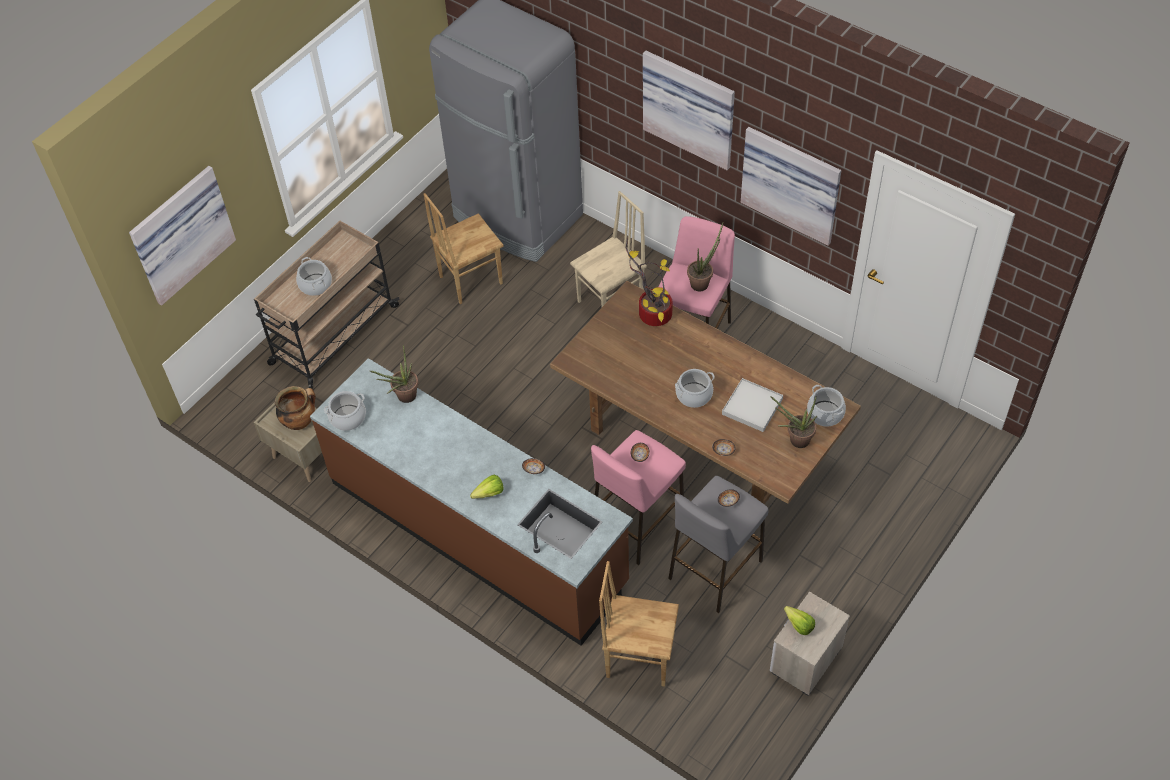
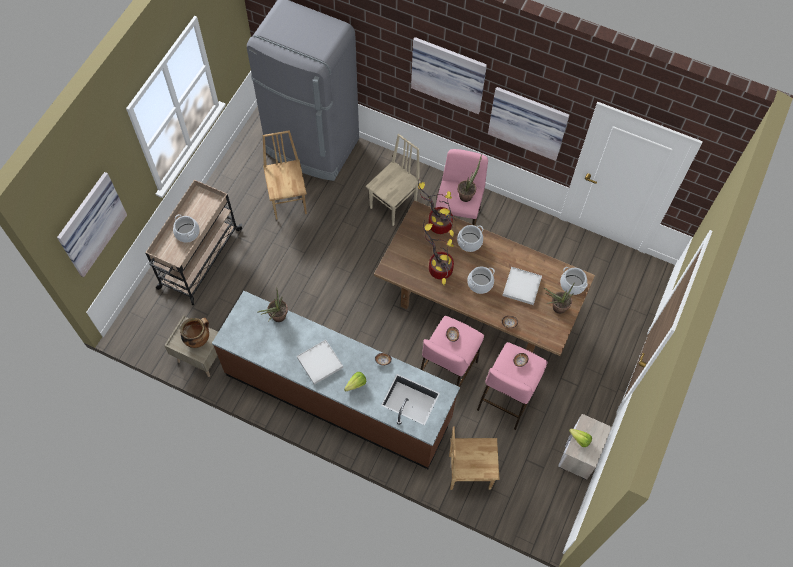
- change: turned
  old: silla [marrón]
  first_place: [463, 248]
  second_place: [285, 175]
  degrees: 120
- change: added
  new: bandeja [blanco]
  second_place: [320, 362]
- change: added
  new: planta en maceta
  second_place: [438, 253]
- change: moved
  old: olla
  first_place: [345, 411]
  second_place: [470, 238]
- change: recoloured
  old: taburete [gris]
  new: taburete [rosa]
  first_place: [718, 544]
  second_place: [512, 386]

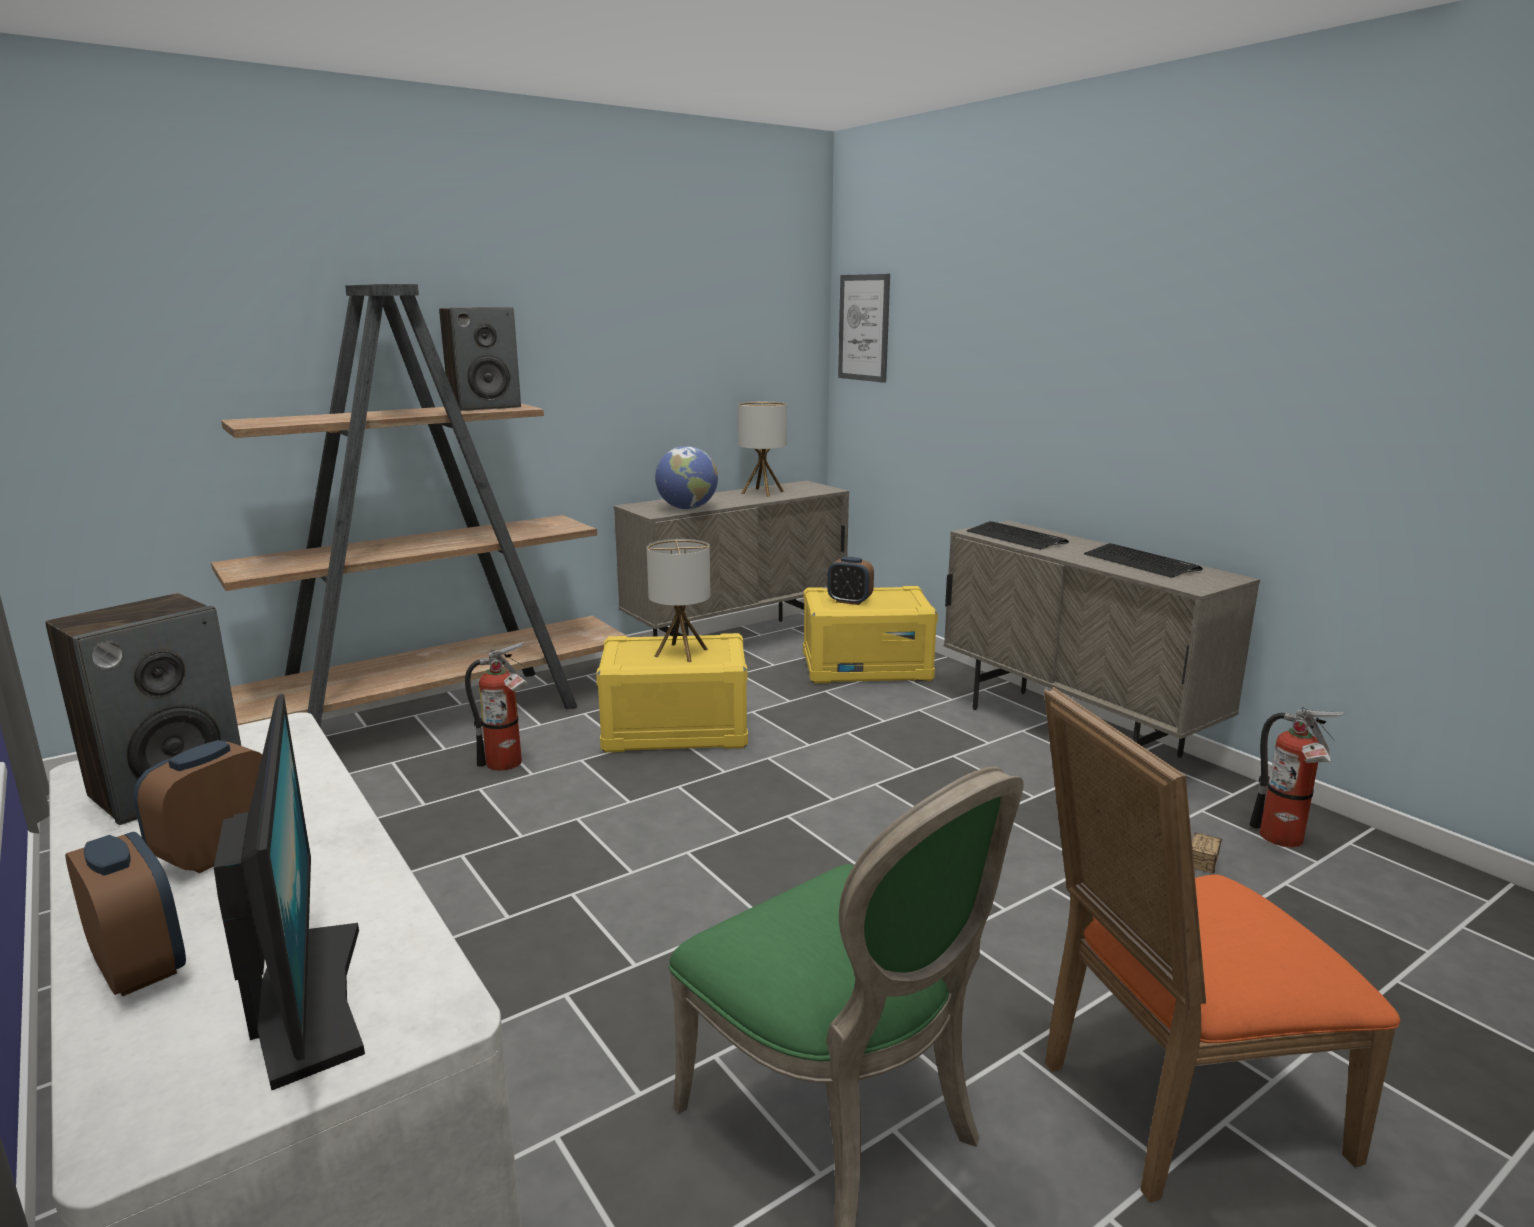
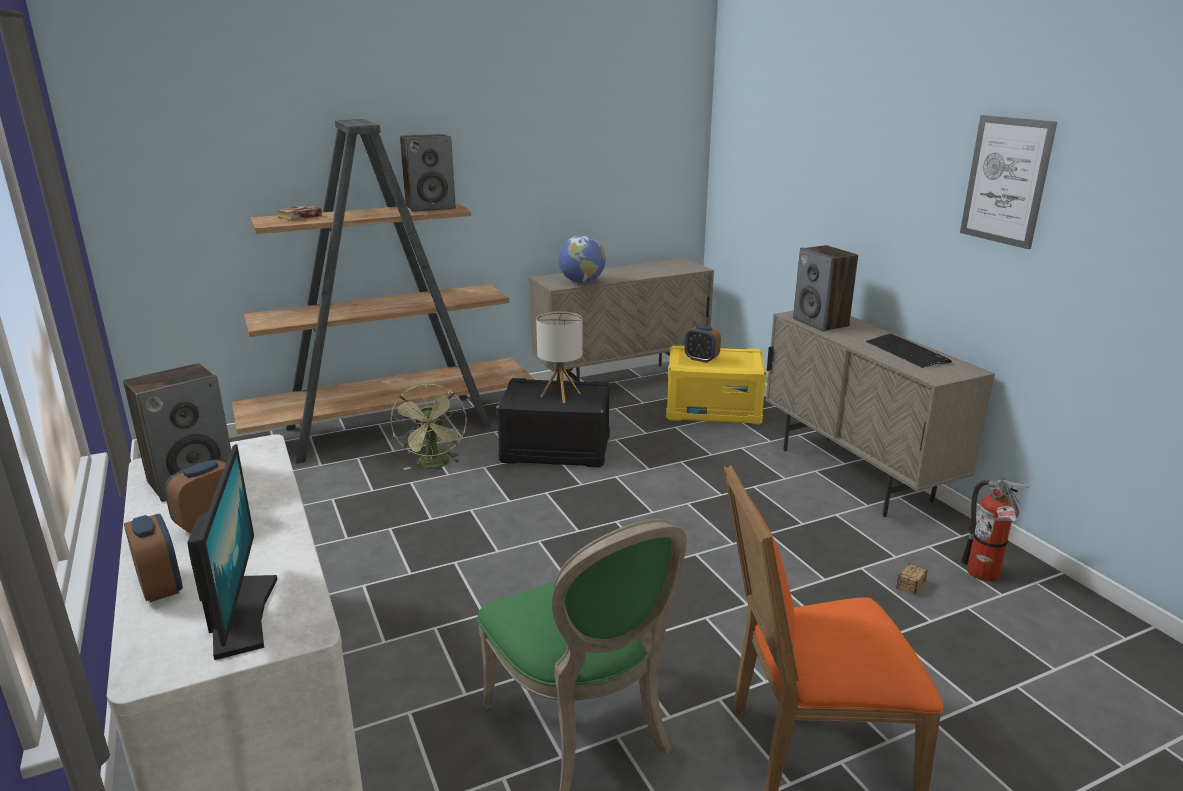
- change: added
  new: libro
  second_place: [299, 213]
- change: replaced
  old: extintor
  new: ventilador [verde]
  first_place: [497, 706]
  second_place: [429, 426]
- change: recoloured
  old: caja de almacenaje [amarillo]
  new: caja de almacenaje [negro]
  first_place: [672, 692]
  second_place: [553, 423]
- change: replaced
  old: teclado
  new: altavoz
  first_place: [1017, 535]
  second_place: [825, 288]
- change: moved
  old: cuadro
  first_place: [864, 328]
  second_place: [1008, 182]
- change: removed
  old: lámpara de mesa
  first_place: [762, 449]

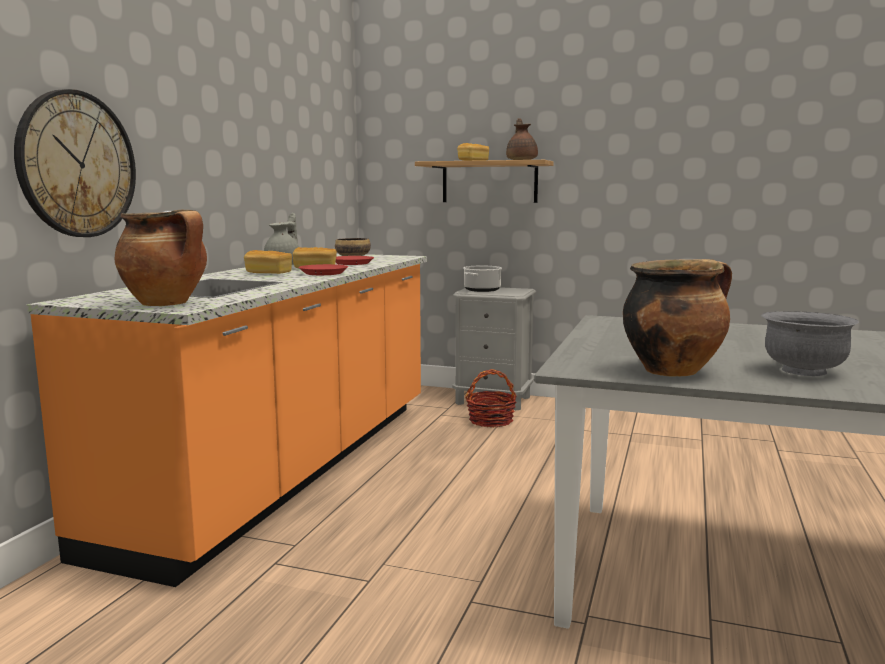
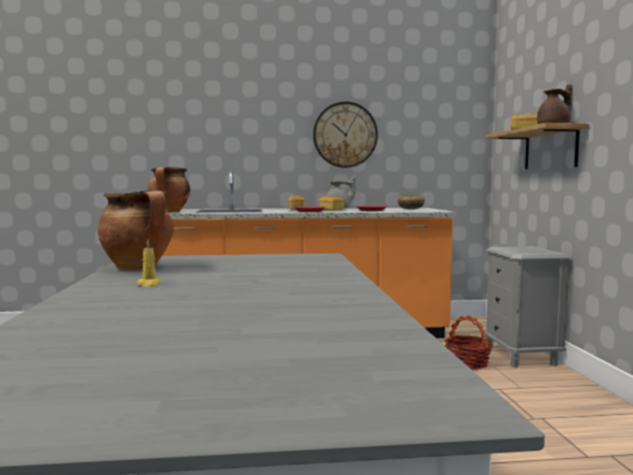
- change: replaced
  old: cuenco [gris]
  new: vela [amarillo]
  first_place: [810, 343]
  second_place: [149, 263]
- change: moved
  old: reloj de pared
  first_place: [75, 163]
  second_place: [345, 134]
- change: removed
  old: olla
  first_place: [482, 279]

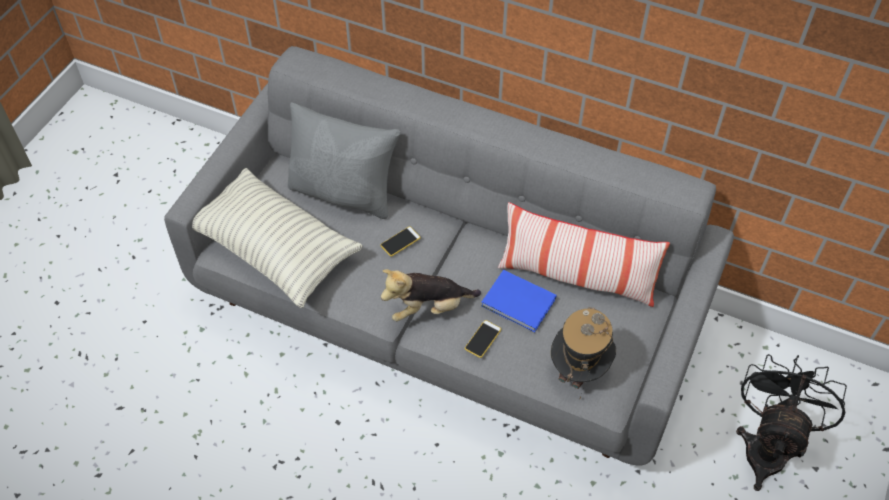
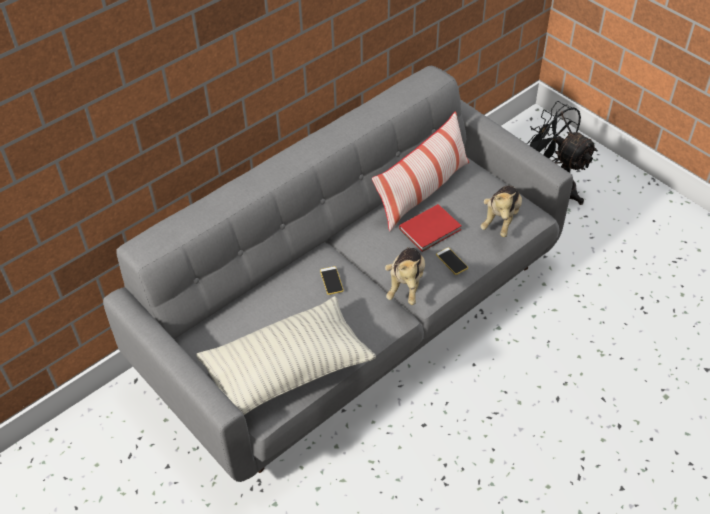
- change: recoloured
  old: libro [azul]
  new: libro [rojo]
  first_place: [519, 301]
  second_place: [430, 228]
- change: replaced
  old: sombrero
  new: peluche
  first_place: [583, 353]
  second_place: [501, 211]
- change: removed
  old: cojín [gris]
  first_place: [343, 160]

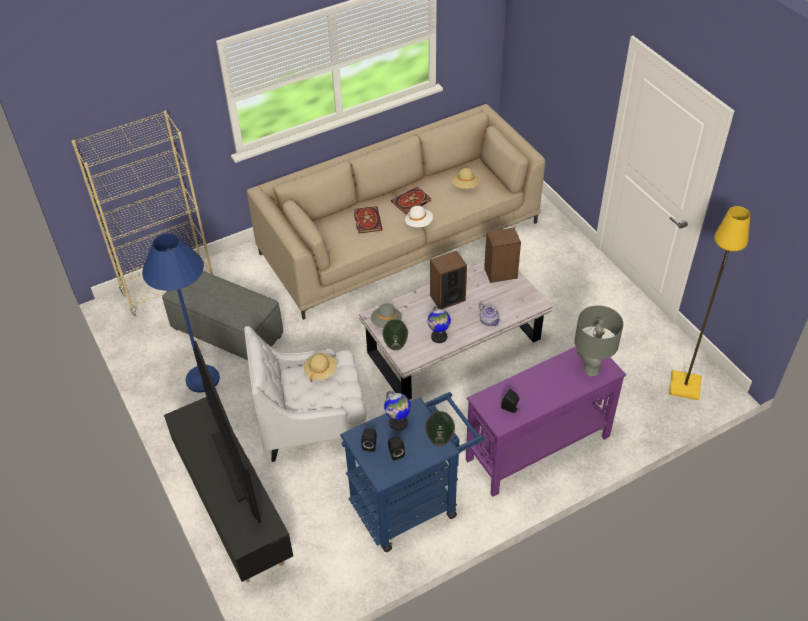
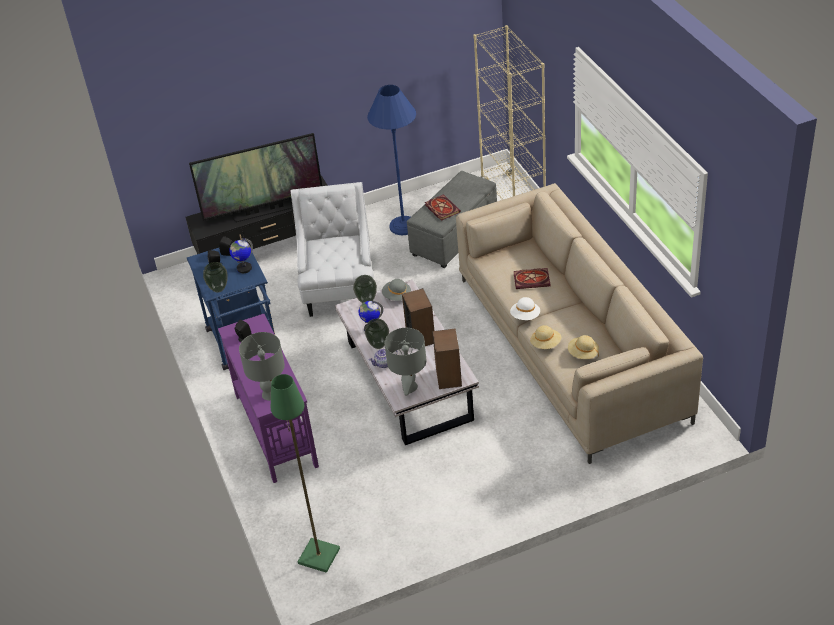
- change: recoloured
  old: lámpara de pie [amarillo]
  new: lámpara de pie [verde]
  first_place: [709, 303]
  second_place: [305, 473]
- change: added
  new: florero
  second_place: [377, 334]
- change: added
  new: lámpara de mesa [gris]
  second_place: [405, 362]
- change: moved
  old: libro
  first_place: [411, 200]
  second_place: [443, 207]
- change: moved
  old: sombrero [beis]
  first_place: [320, 368]
  second_place: [545, 337]

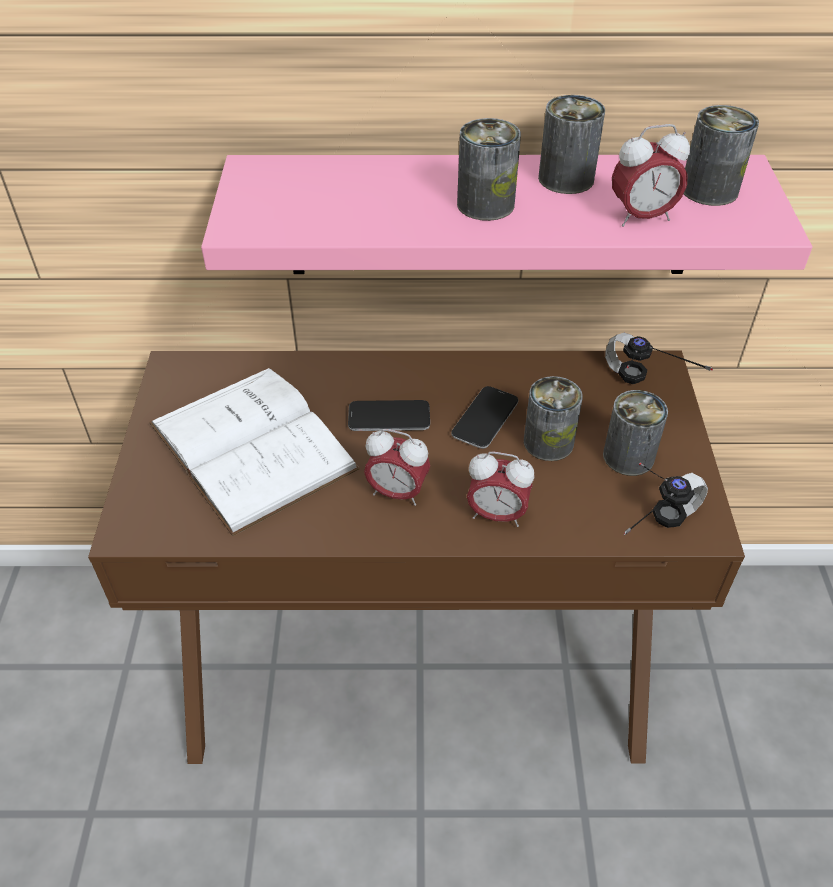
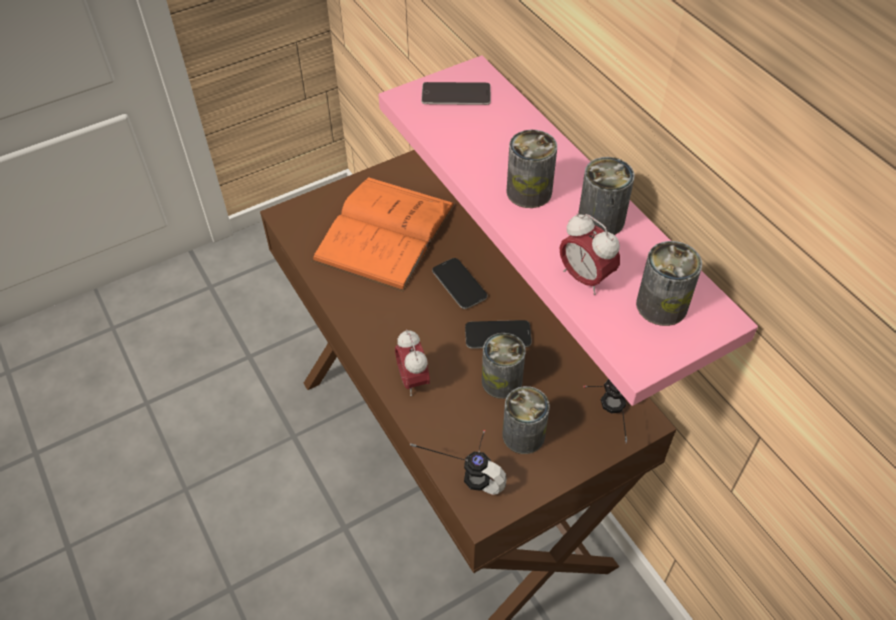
- change: recoloured
  old: libro [blanco]
  new: libro [naranja]
  first_place: [254, 452]
  second_place: [383, 234]
- change: added
  new: móvil
  second_place: [456, 93]
- change: removed
  old: despertador
  first_place: [397, 467]

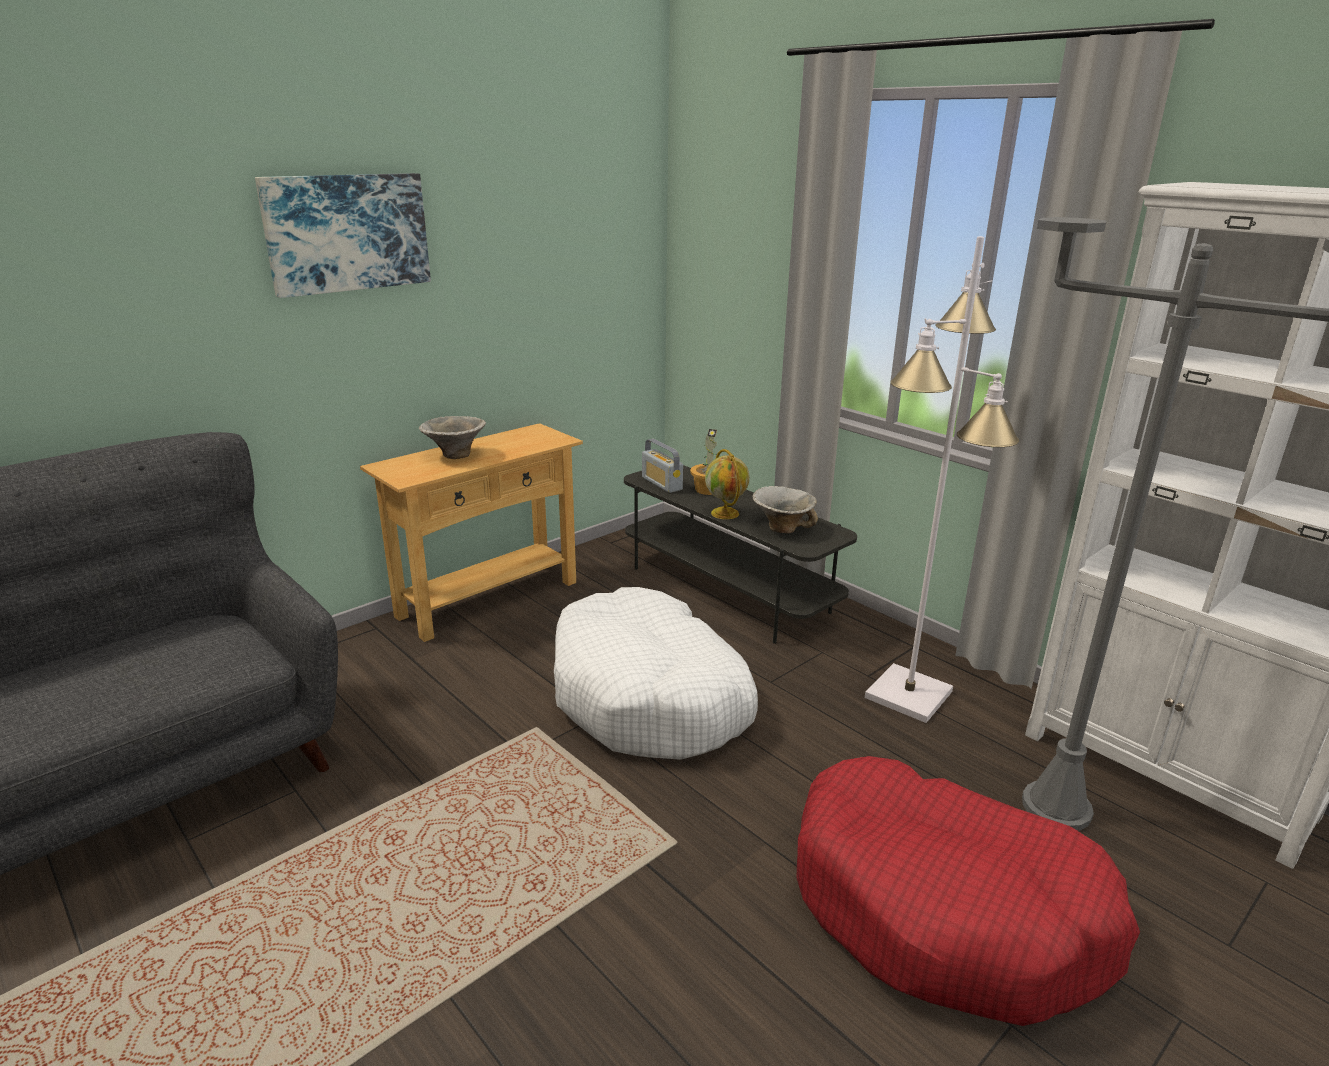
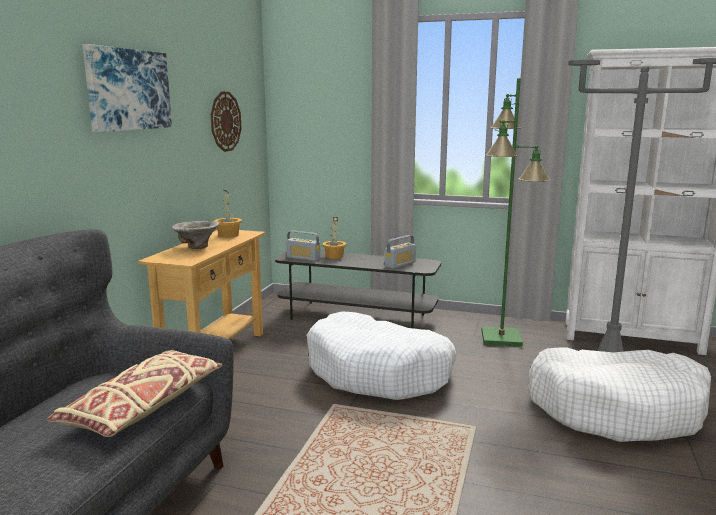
- change: added
  new: cojín [beis]
  second_place: [134, 393]
- change: added
  new: reloj de pared
  second_place: [226, 122]
- change: added
  new: planta en maceta
  second_place: [228, 214]
- change: replaced
  old: cuenco
  new: radio
  first_place: [785, 510]
  second_place: [400, 252]
- change: recoloured
  old: lámpara de pie [blanco]
  new: lámpara de pie [verde]
  first_place: [942, 479]
  second_place: [516, 212]
- change: recoloured
  old: cama para perro [rojo]
  new: cama para perro [blanco]
  first_place: [968, 891]
  second_place: [619, 395]
- change: removed
  old: globo terráqueo
  first_place: [727, 484]

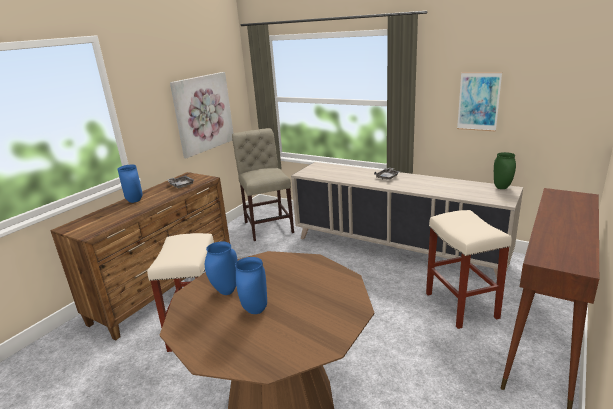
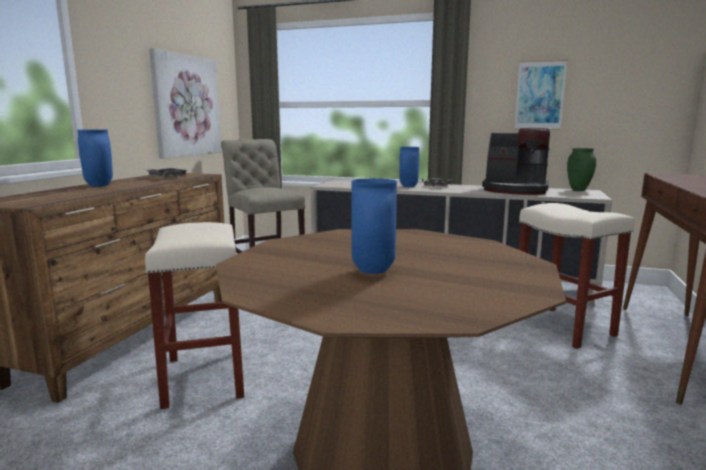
- change: moved
  old: florero [azul]
  first_place: [221, 268]
  second_place: [409, 167]
- change: added
  new: cafetera
  second_place: [516, 161]

